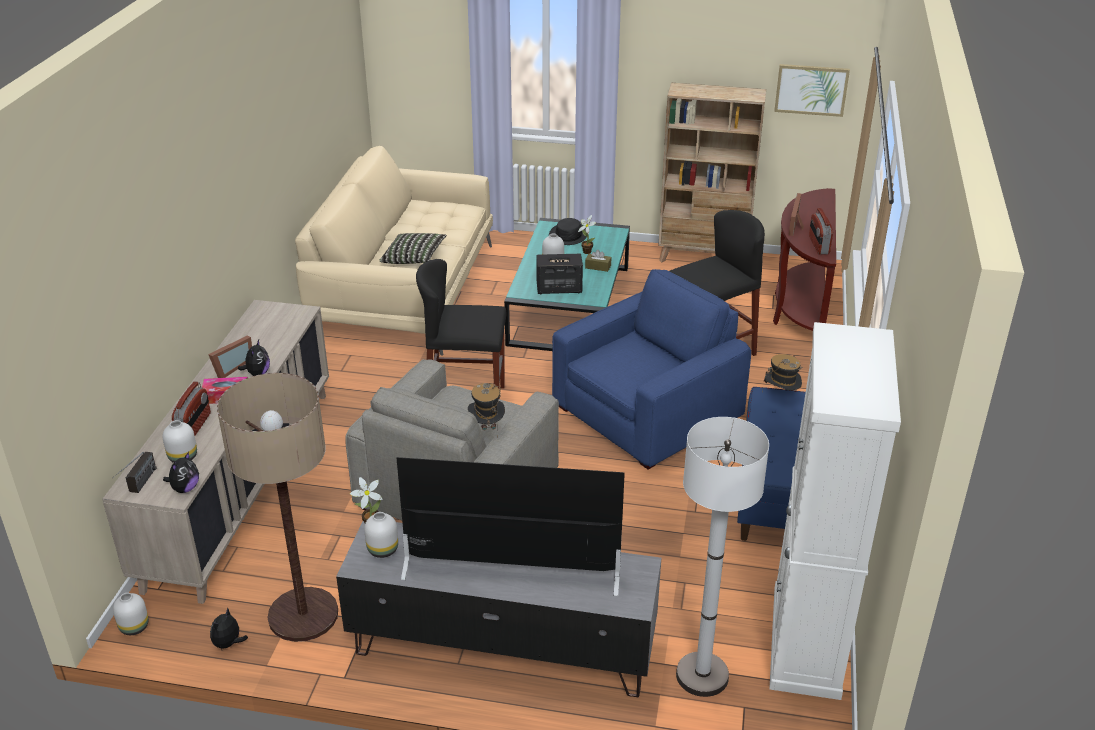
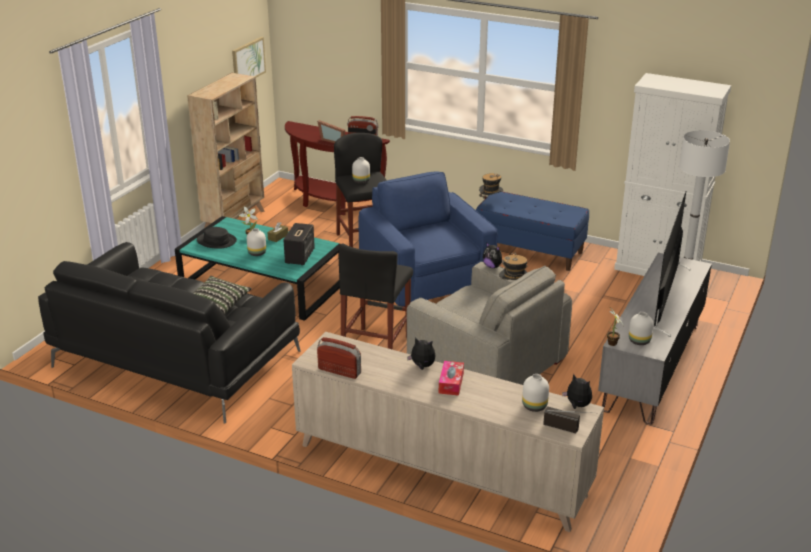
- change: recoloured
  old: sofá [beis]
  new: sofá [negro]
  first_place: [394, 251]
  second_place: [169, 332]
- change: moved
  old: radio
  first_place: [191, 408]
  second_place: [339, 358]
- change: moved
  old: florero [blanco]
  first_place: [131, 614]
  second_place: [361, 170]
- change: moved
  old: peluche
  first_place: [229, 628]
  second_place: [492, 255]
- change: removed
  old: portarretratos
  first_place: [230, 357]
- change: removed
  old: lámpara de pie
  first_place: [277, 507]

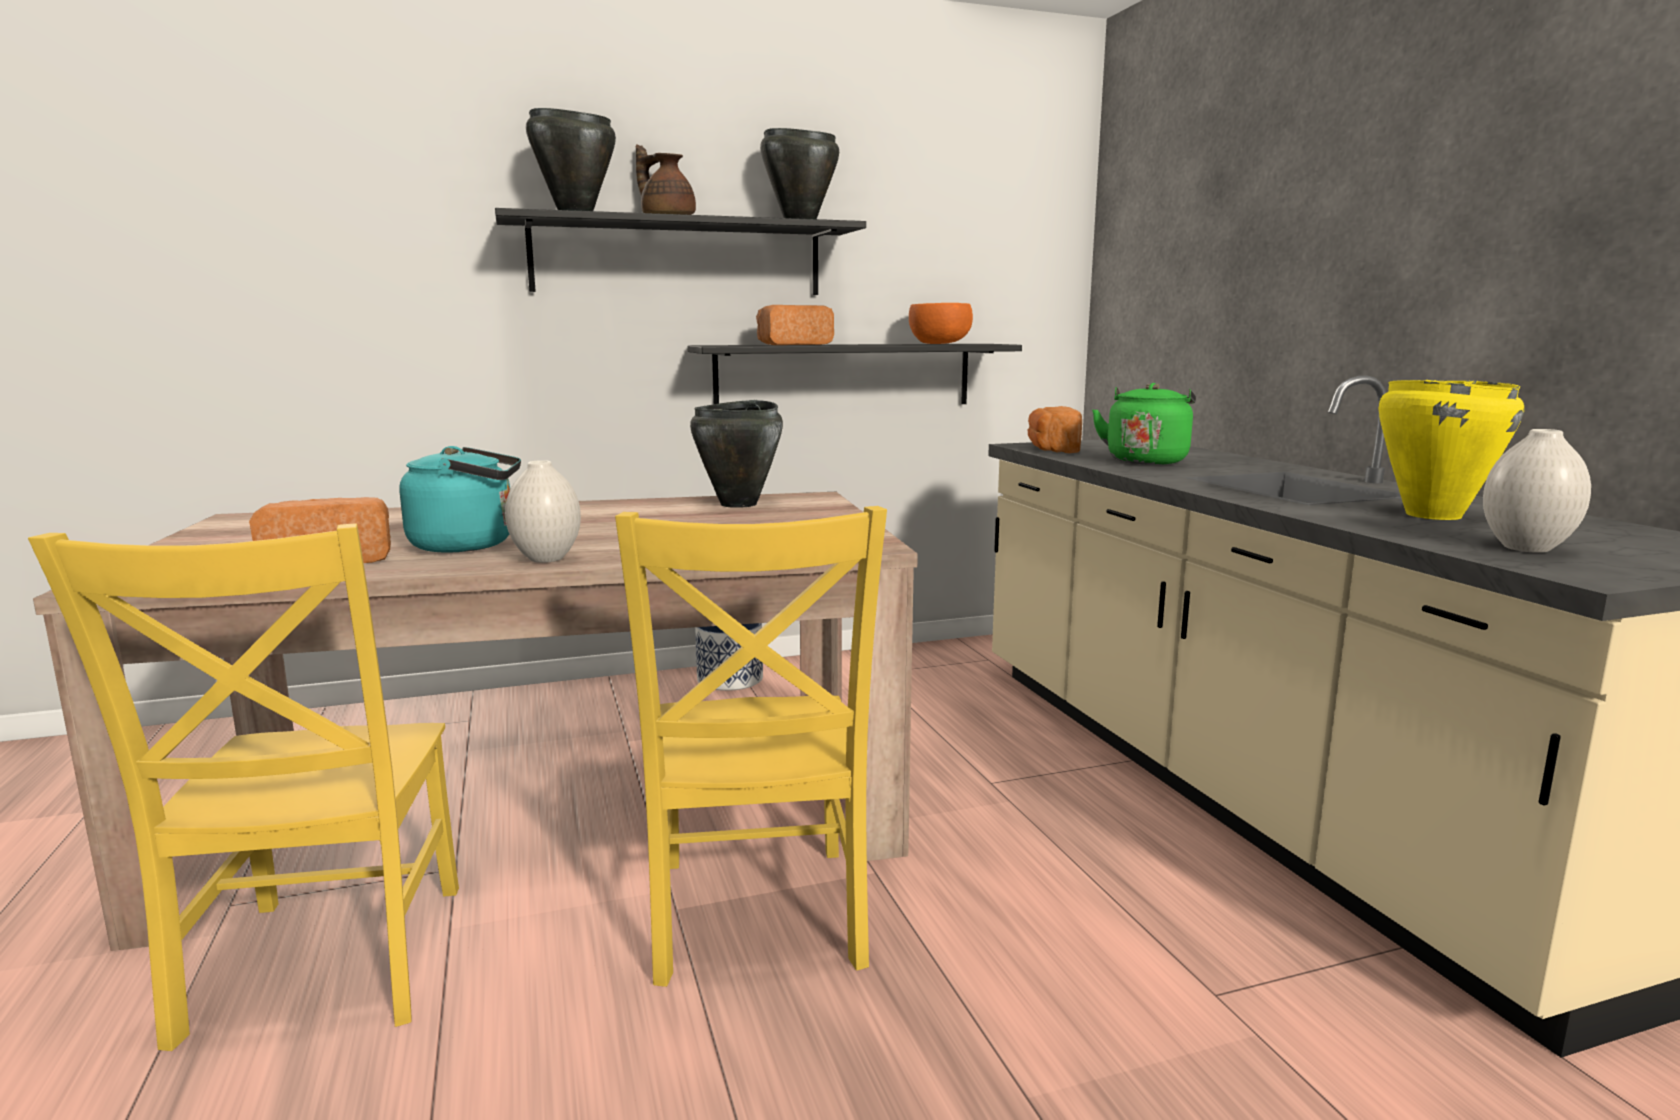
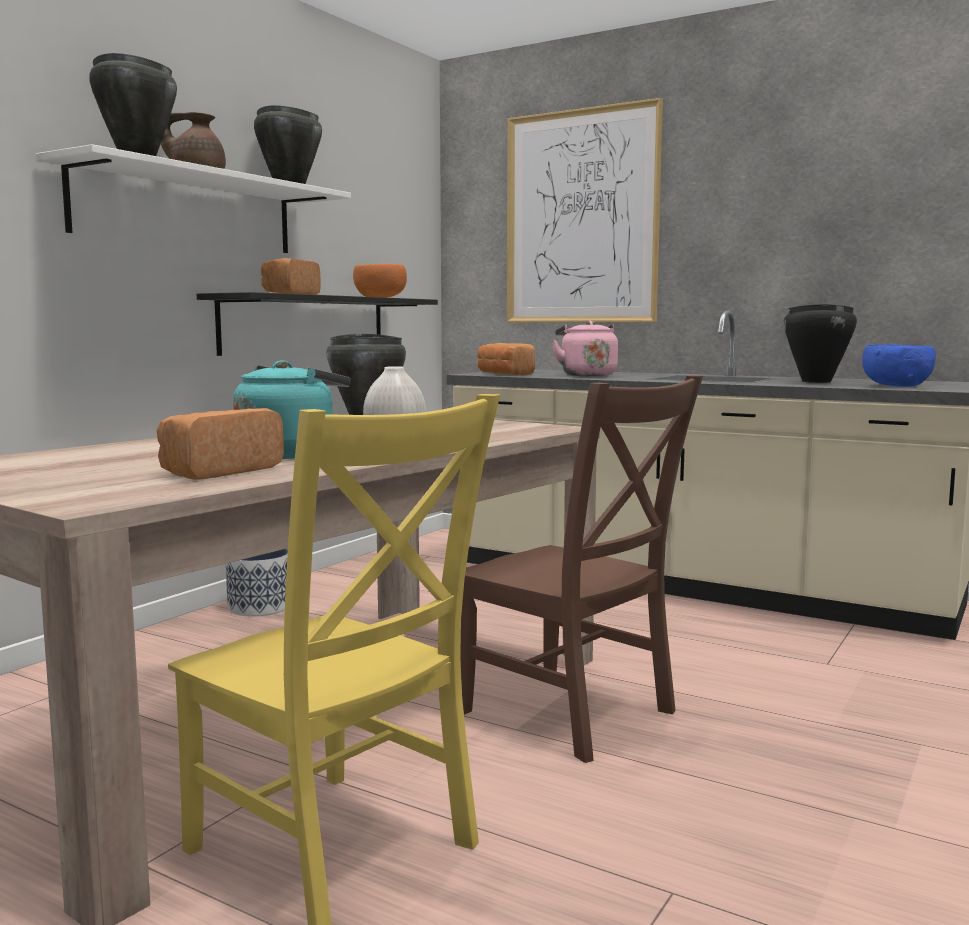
- change: recoloured
  old: estante [negro]
  new: estante [blanco]
  first_place: [680, 251]
  second_place: [193, 198]
- change: recoloured
  old: silla [amarillo]
  new: silla [marrón]
  first_place: [751, 746]
  second_place: [581, 569]
- change: added
  new: cuadro
  second_place: [585, 210]
- change: recoloured
  old: hervidor [verde]
  new: hervidor [rosa]
  first_place: [1144, 424]
  second_place: [585, 348]
- change: recoloured
  old: olla [amarillo]
  new: olla [negro]
  first_place: [1451, 450]
  second_place: [820, 343]
- change: replaced
  old: florero [blanco]
  new: cuenco [azul]
  first_place: [1537, 491]
  second_place: [899, 365]

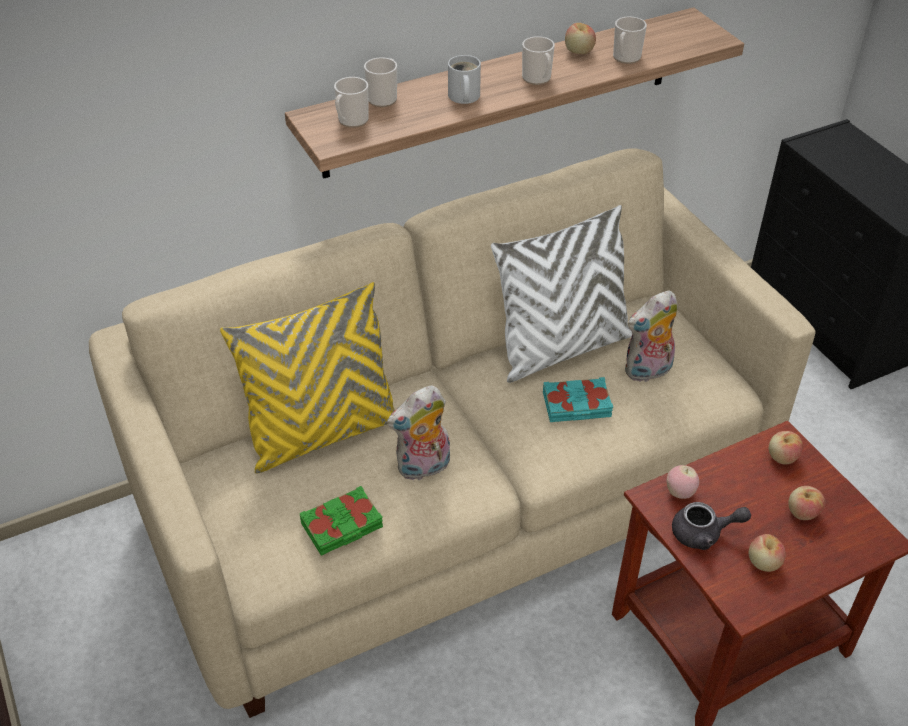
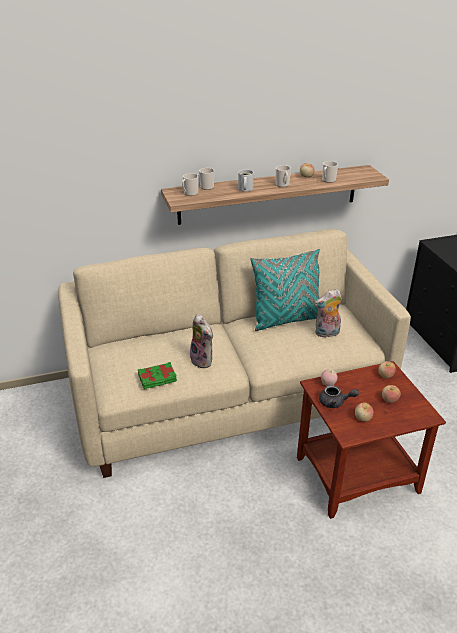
- change: turned
  old: peluche
  first_place: [418, 432]
  second_place: [201, 341]
  degrees: -105
- change: recoloured
  old: cojín [blanco]
  new: cojín [turquesa]
  first_place: [561, 294]
  second_place: [285, 290]
- change: removed
  old: cojín [amarillo]
  first_place: [307, 377]
- change: removed
  old: libro [turquesa]
  first_place: [578, 399]

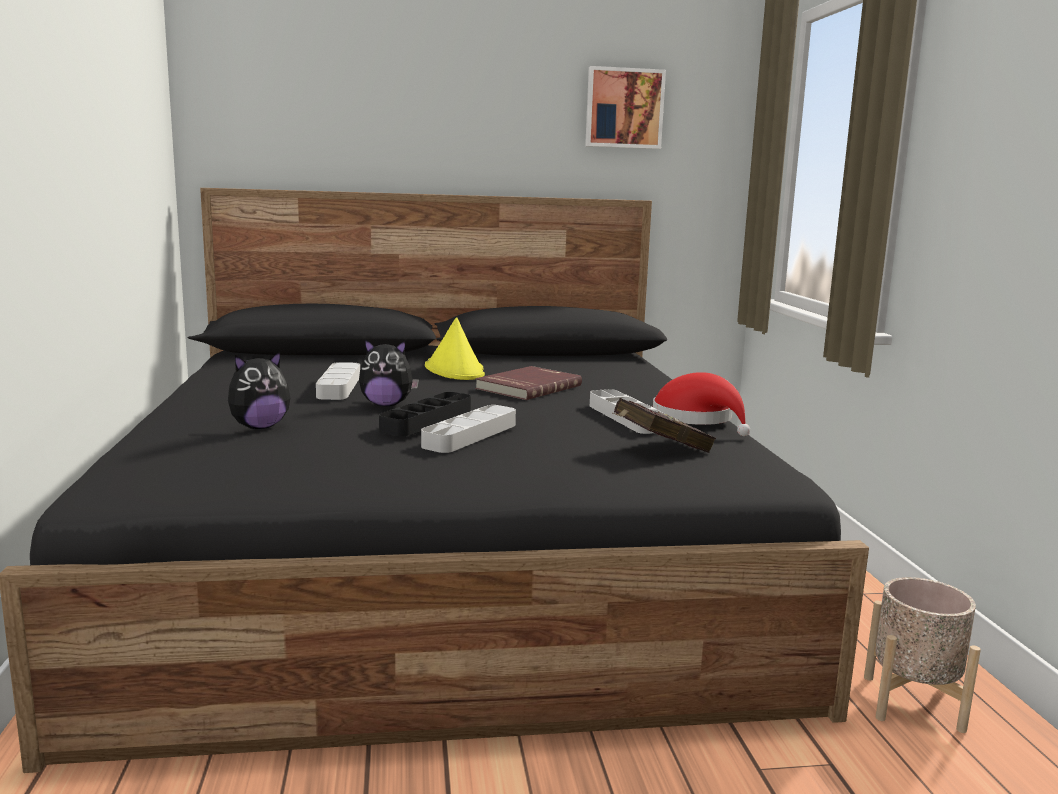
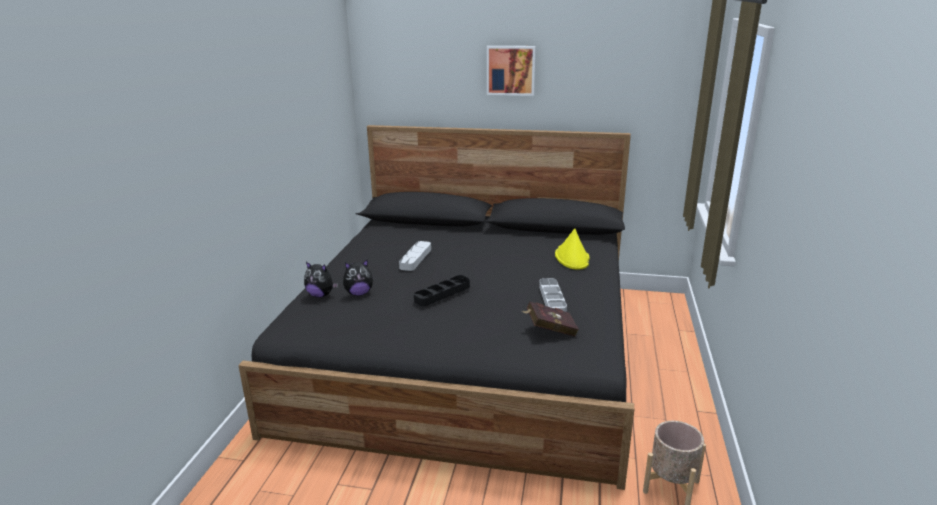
- change: moved
  old: peluche
  first_place: [389, 372]
  second_place: [321, 280]
- change: moved
  old: cuadro
  first_place: [625, 107]
  second_place: [511, 71]
- change: moved
  old: sombrero [amarillo]
  first_place: [455, 348]
  second_place: [572, 249]
- change: removed
  old: bandeja [gris]
  first_place: [468, 429]
- change: removed
  old: libro [rojo]
  first_place: [528, 383]
- change: removed
  old: sombrero [rojo]
  first_place: [701, 404]

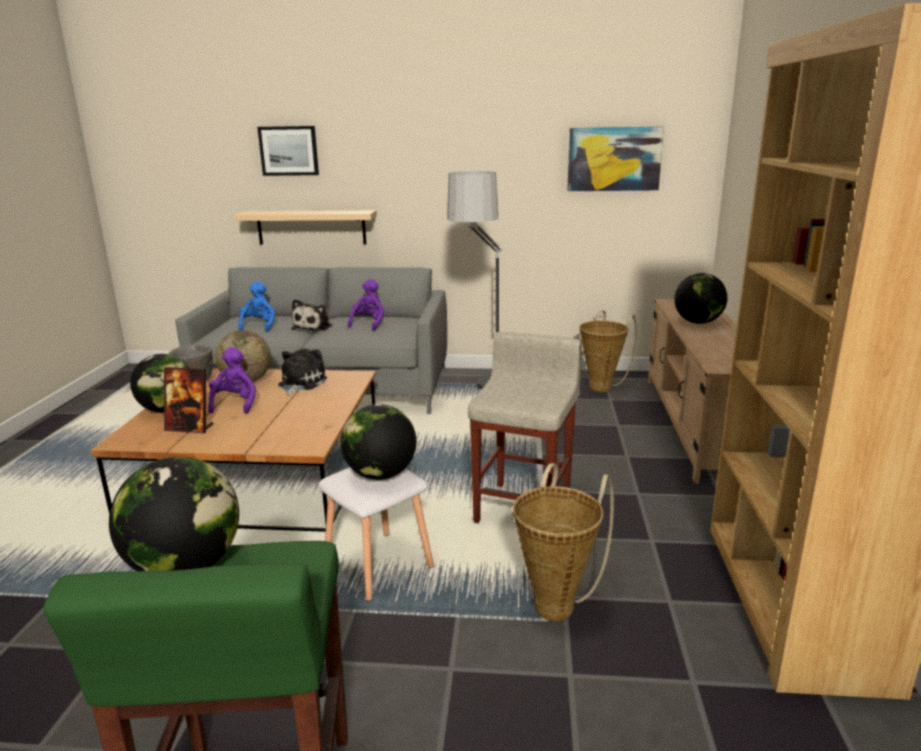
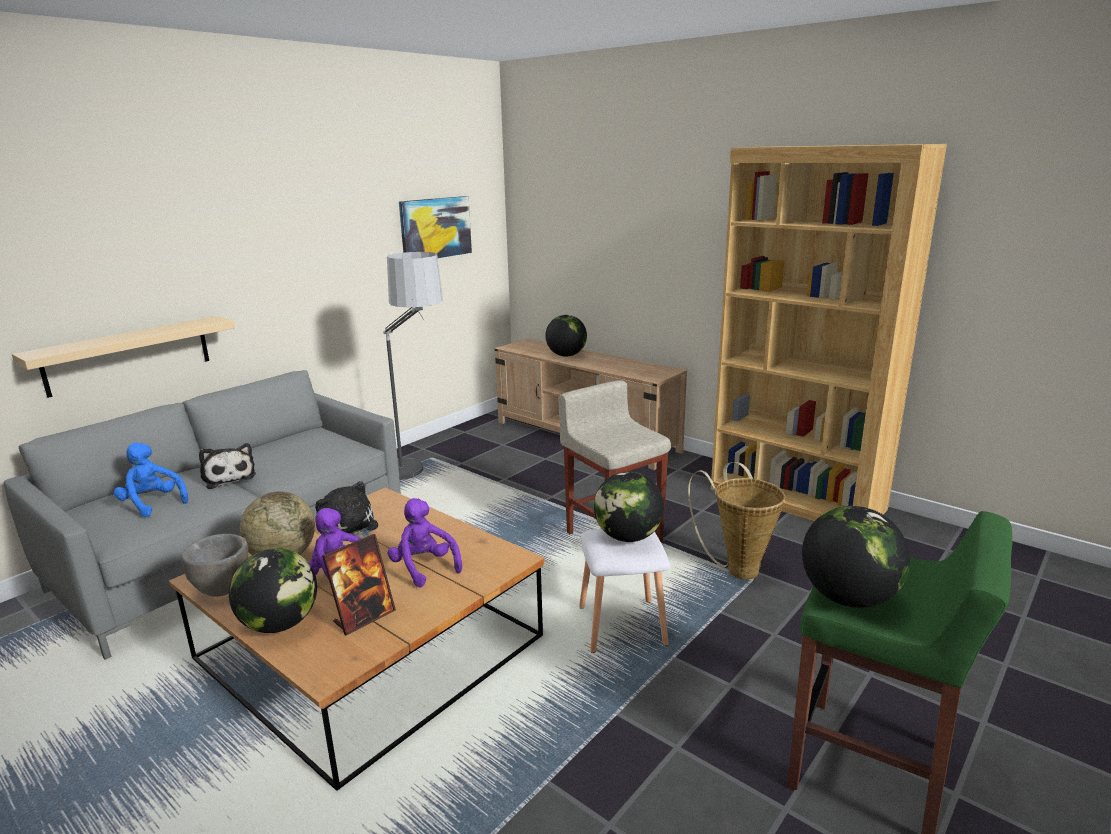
- change: moved
  old: peluche [morado]
  first_place: [366, 305]
  second_place: [425, 542]
- change: removed
  old: cuadro
  first_place: [288, 151]
- change: removed
  old: cesta
  first_place: [608, 351]

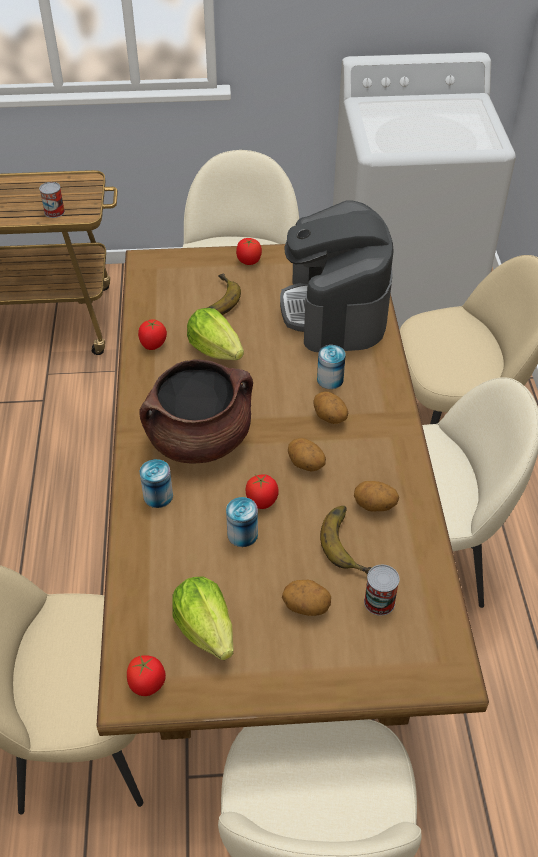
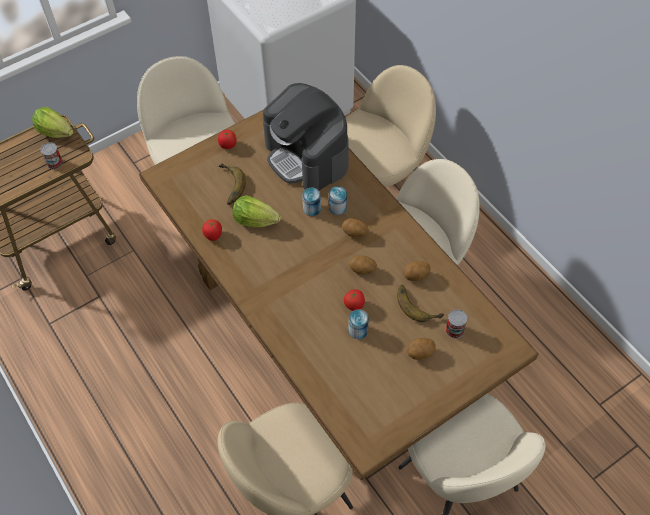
- change: moved
  old: lechuga
  first_place: [202, 618]
  second_place: [52, 122]
- change: moved
  old: lata
  first_place: [156, 483]
  second_place: [311, 202]
- change: removed
  old: tomate
  first_place: [146, 675]
- change: removed
  old: olla [marrón]
  first_place: [196, 411]

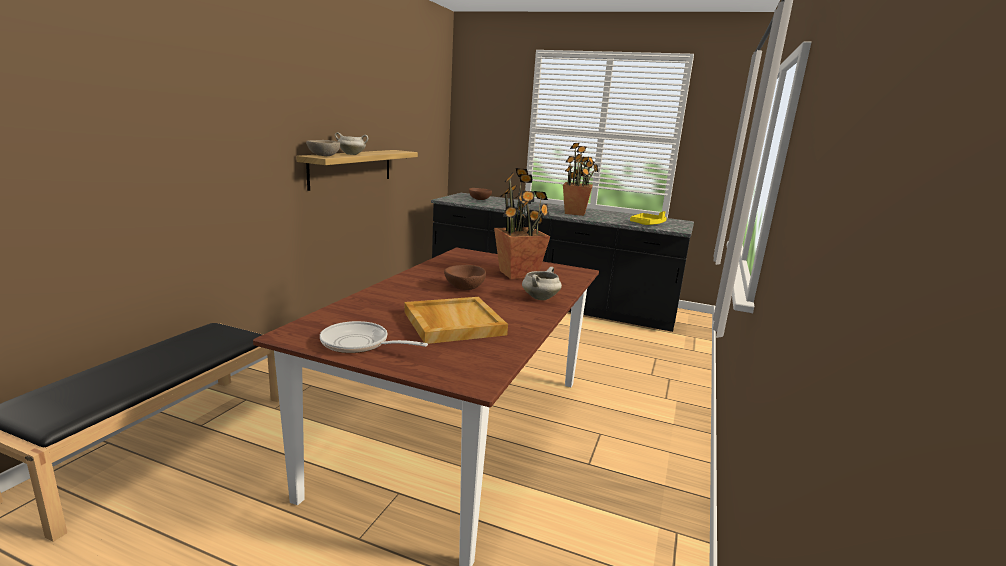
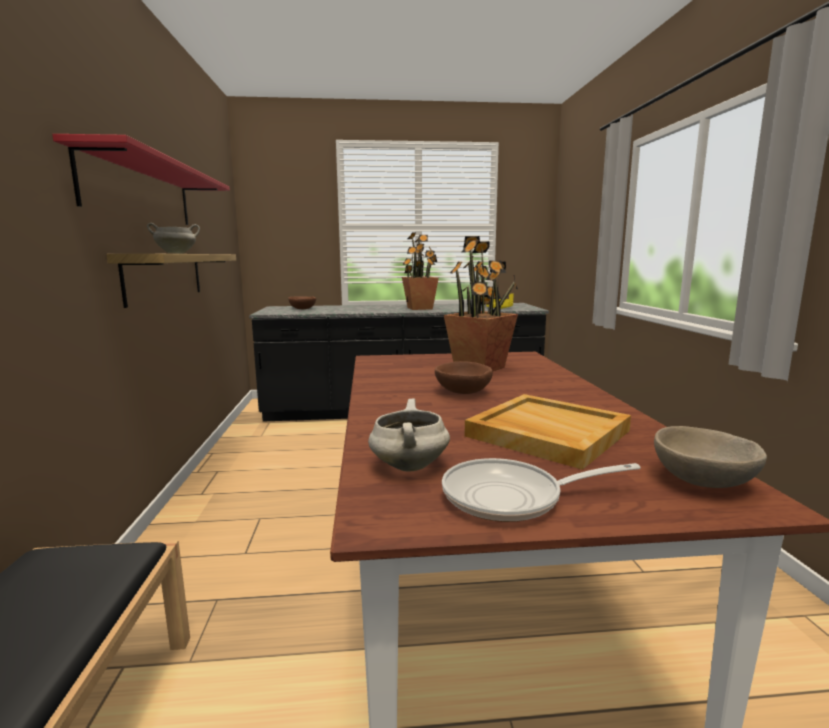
- change: added
  new: estante [rojo]
  second_place: [141, 179]
- change: moved
  old: olla [blanco]
  first_place: [542, 283]
  second_place: [409, 435]
- change: moved
  old: cuenco [beis]
  first_place: [323, 148]
  second_place: [710, 457]

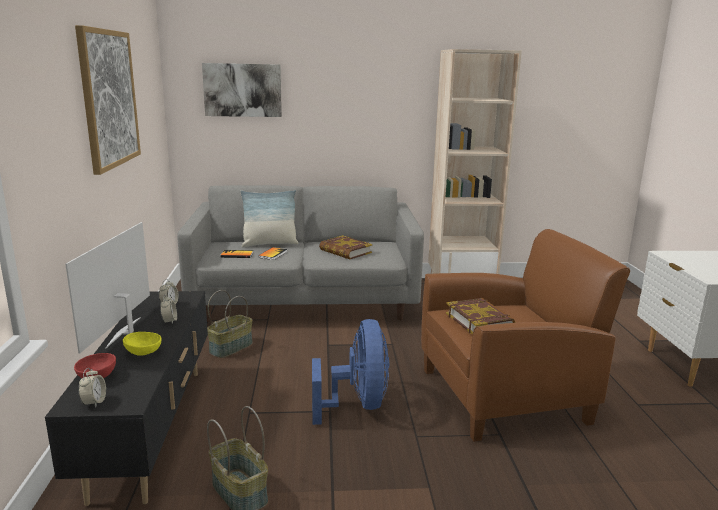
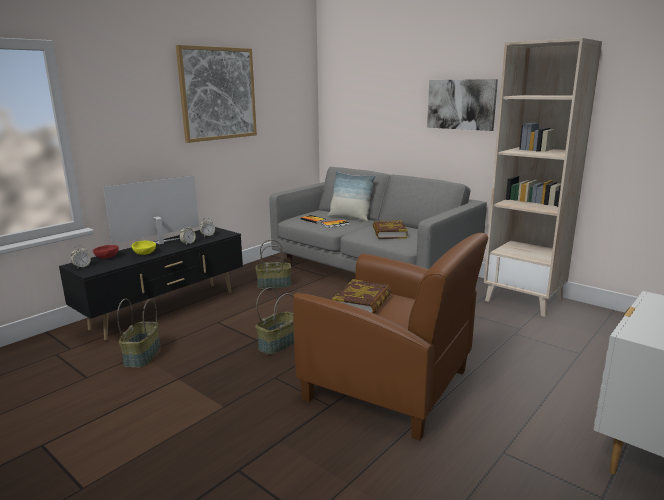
- change: replaced
  old: ventilador [azul]
  new: cesta
  first_place: [350, 372]
  second_place: [274, 321]
- change: moved
  old: cuadro
  first_place: [242, 90]
  second_place: [462, 105]

